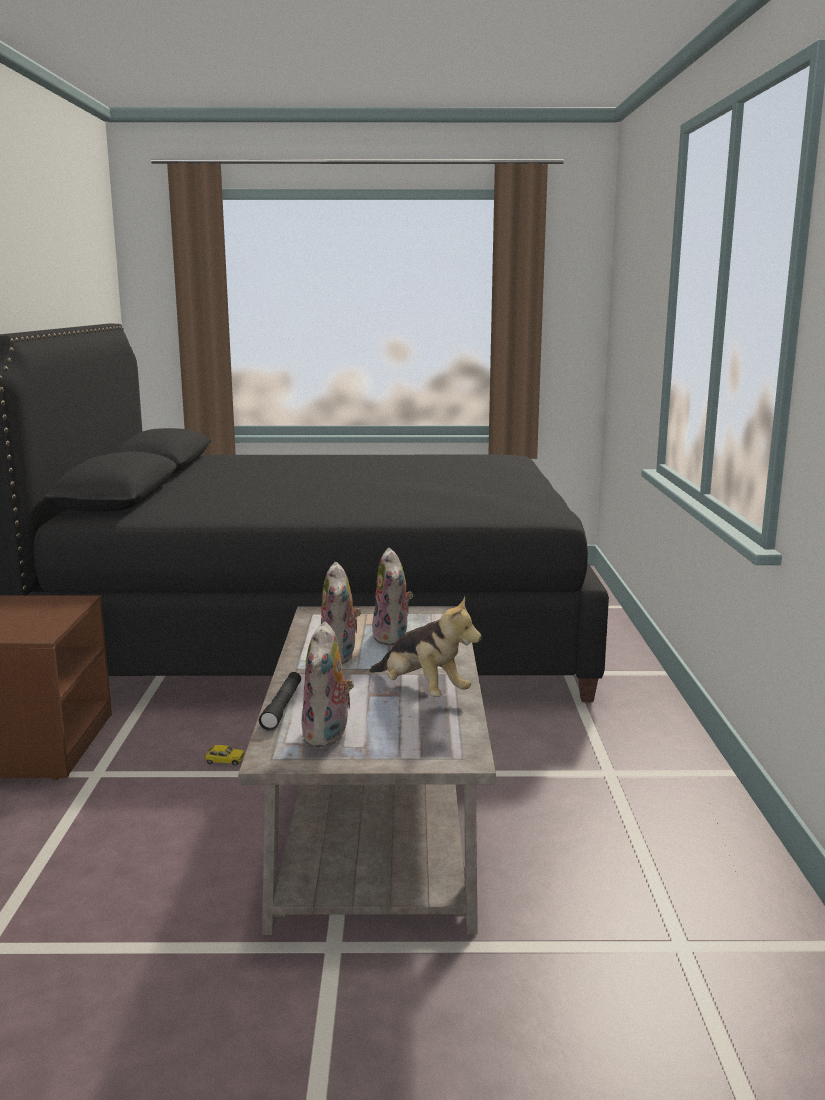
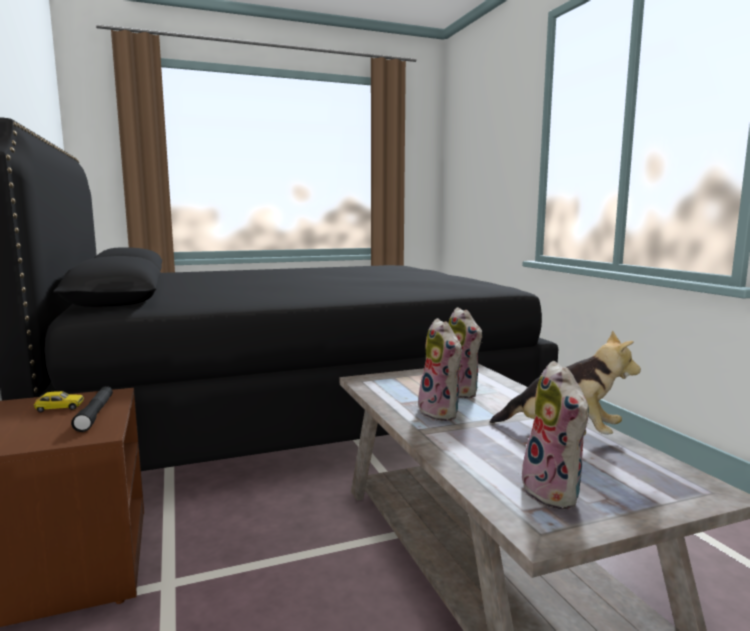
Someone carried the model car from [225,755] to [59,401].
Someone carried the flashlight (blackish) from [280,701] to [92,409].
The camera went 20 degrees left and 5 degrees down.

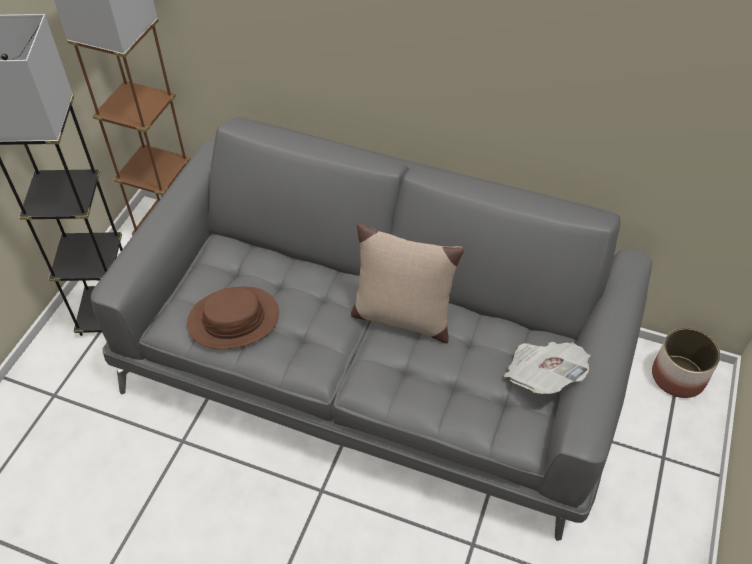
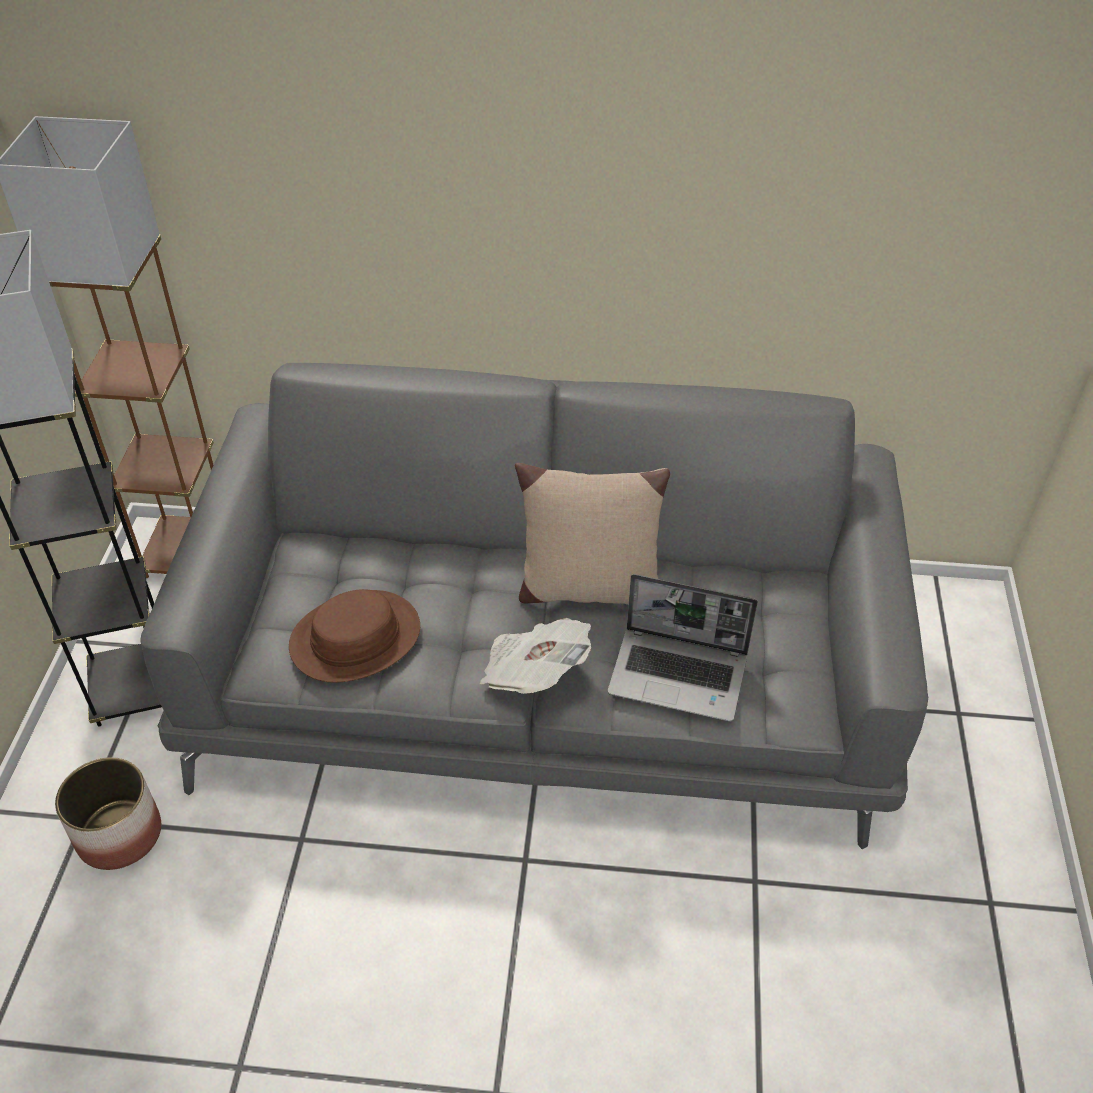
Someone carried the daily paper from [547,368] to [535,656].
Someone carried the planter from [686,363] to [108,813].
Someone put down the laptop at [683,648].
The camera went 15 degrees left and 5 degrees down.

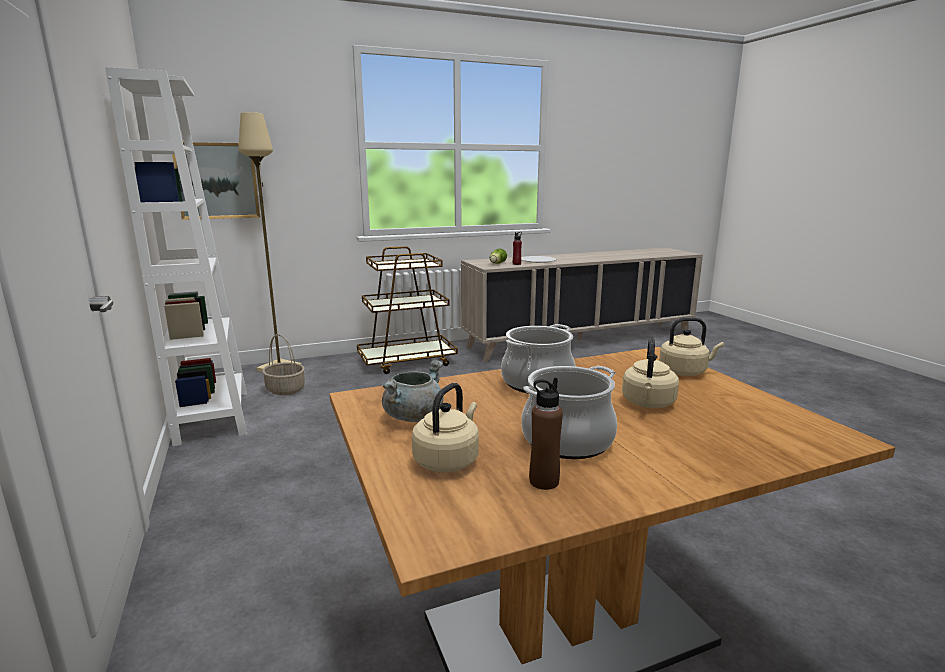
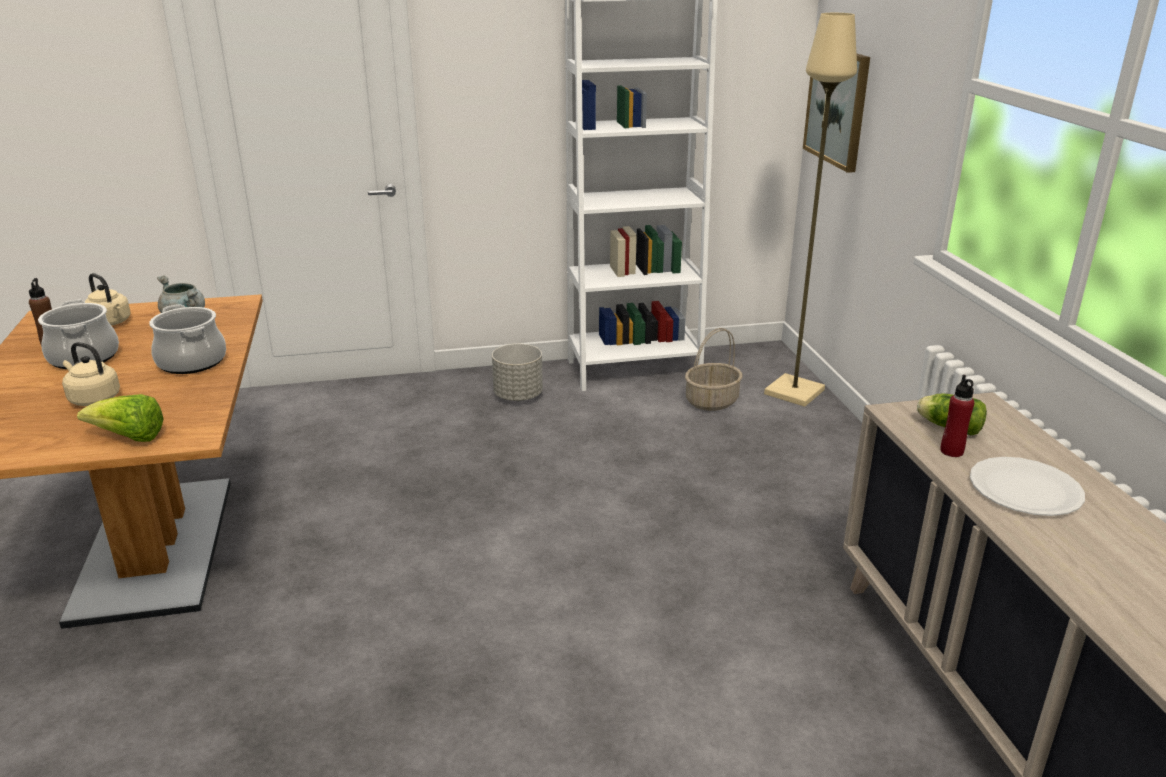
Someone took away the trolley (brown-coloured) at [407,310].
Someone swapped the water kettle (beige-coloured) at [691,346] for the lettuce head at [120,418].
Someone put down the planter (grey) at [517,372].
The camera went 100 degrees right and 10 degrees up.

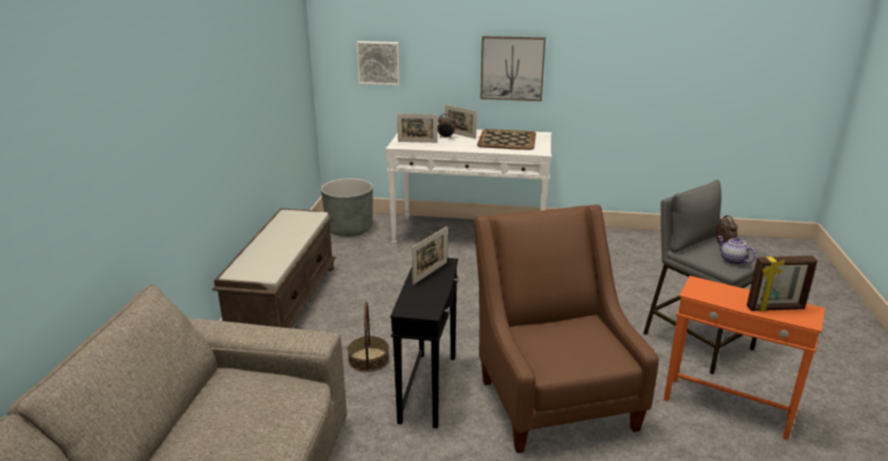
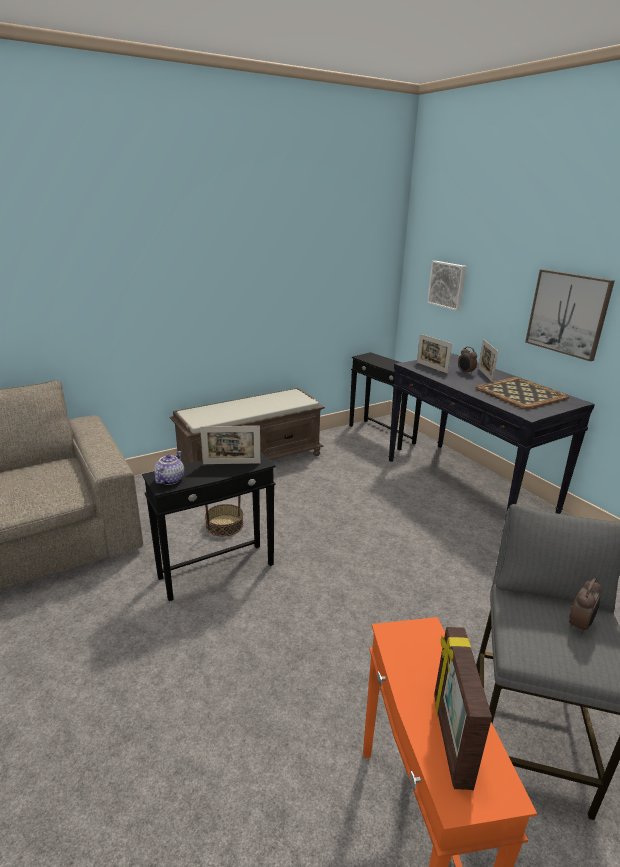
Someone swapped the planter (grey) at [347,207] for the side table (blackish) at [385,401].
Someone repainted the narrow table (white) at [468,187], which became the narrow table (blackish) at [491,442].
Someone took away the easy chair (brown-coloured) at [566,329].
Someone carried the tea pot from [737,250] to [169,468].
Someone rotated the standing frame at [782,284] by 45 degrees clockwise.
The camera went 50 degrees right and 0 degrees up.

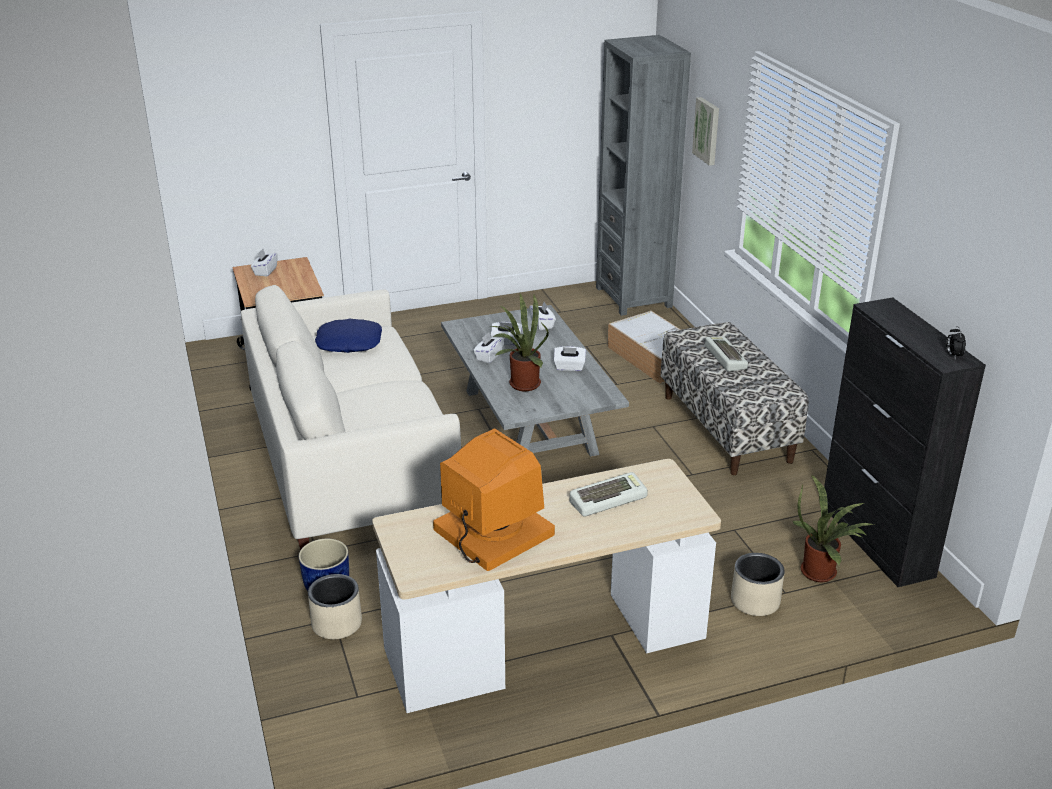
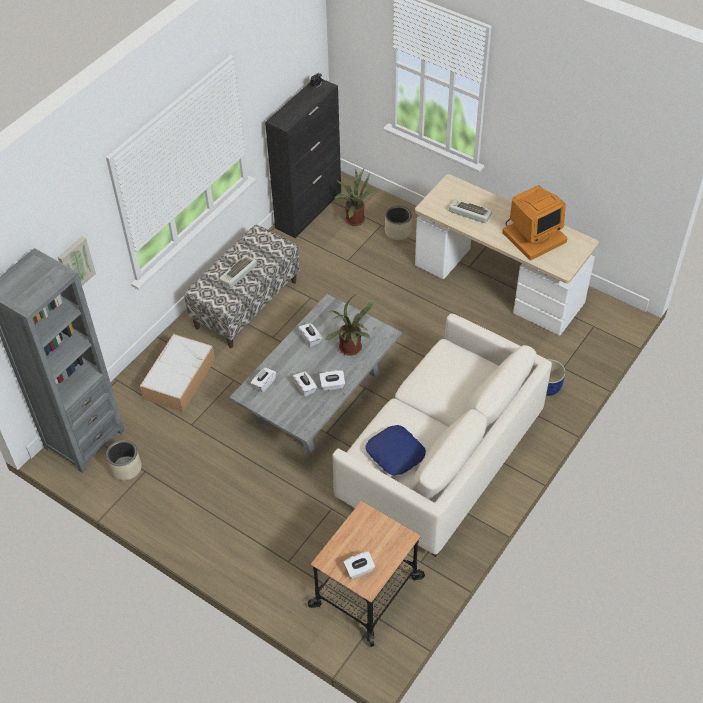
Someone carried the planter (beige-coloured) from [335,606] to [124,460].
Someone rotated the monitor at [494,499] by 135 degrees counterclockwise.
The camera went 125 degrees left and 20 degrees up.

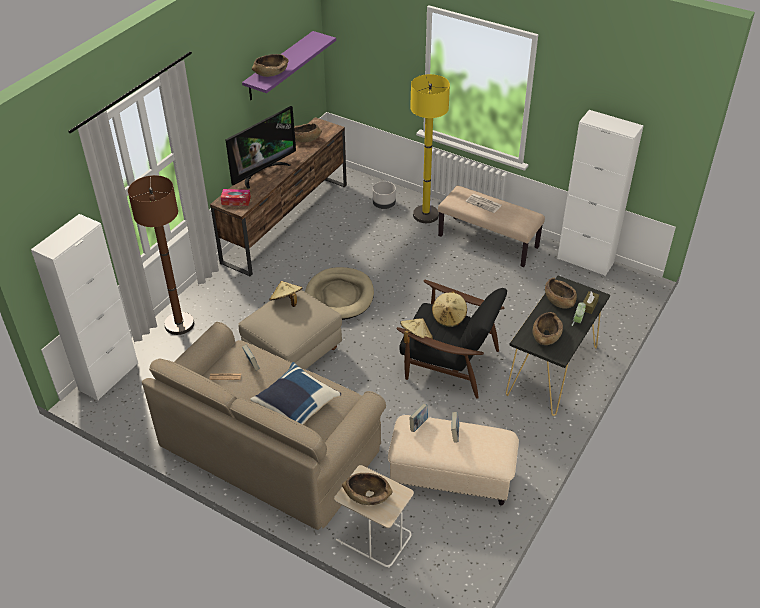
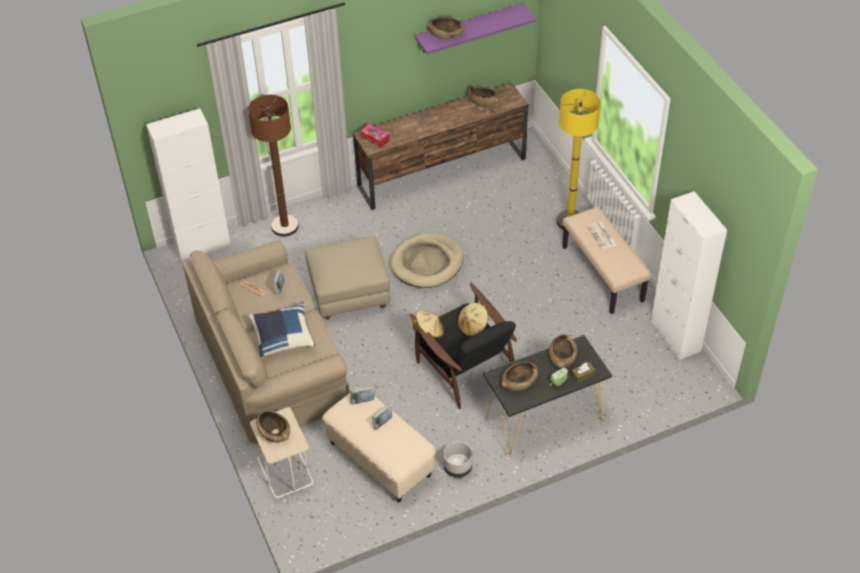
Someone took away the TV set at [260,147].
Someone took away the clothing hat (beige-coloured) at [285,294].
Someone carried the planter (grey) from [384,195] to [457,459].
The camera went 35 degrees right and 5 degrees up.

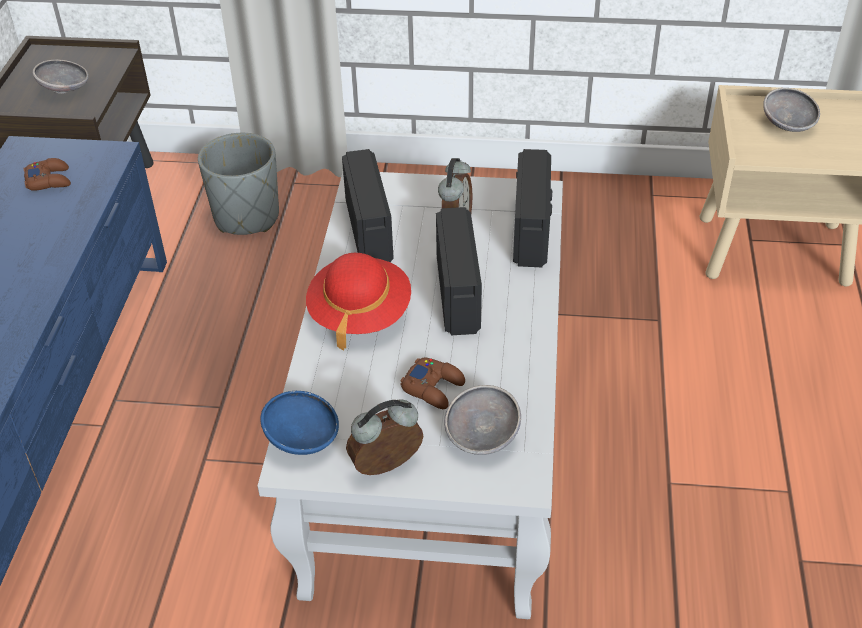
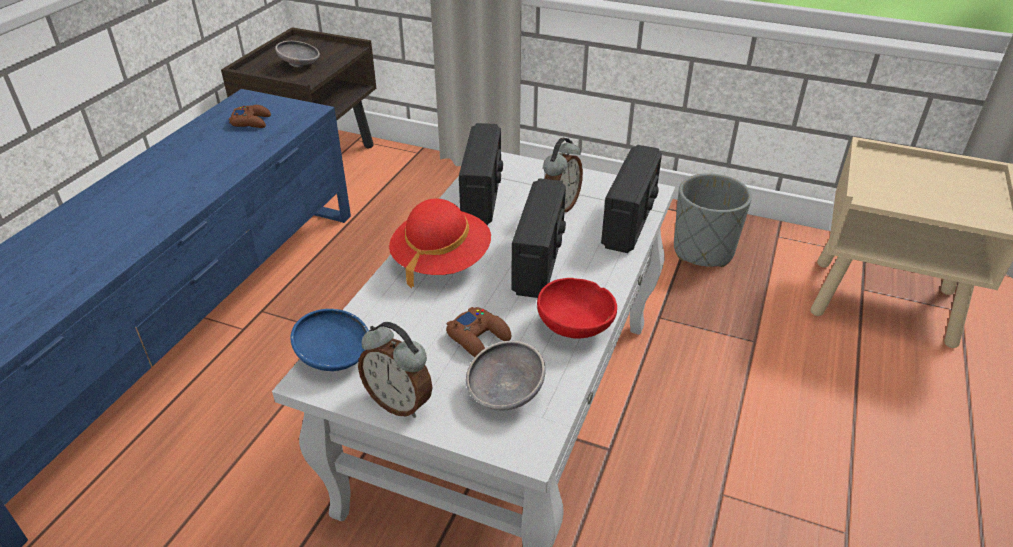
Someone carried the planter (grey) from [238,184] to [713,220].
Someone rotated the table clock at [384,437] by 135 degrees counterclockwise.
Someone took away the deep dish (grey) at [791,110].
Someone put down the deep dish (red) at [577,308].
The camera went 15 degrees right and 5 degrees down.

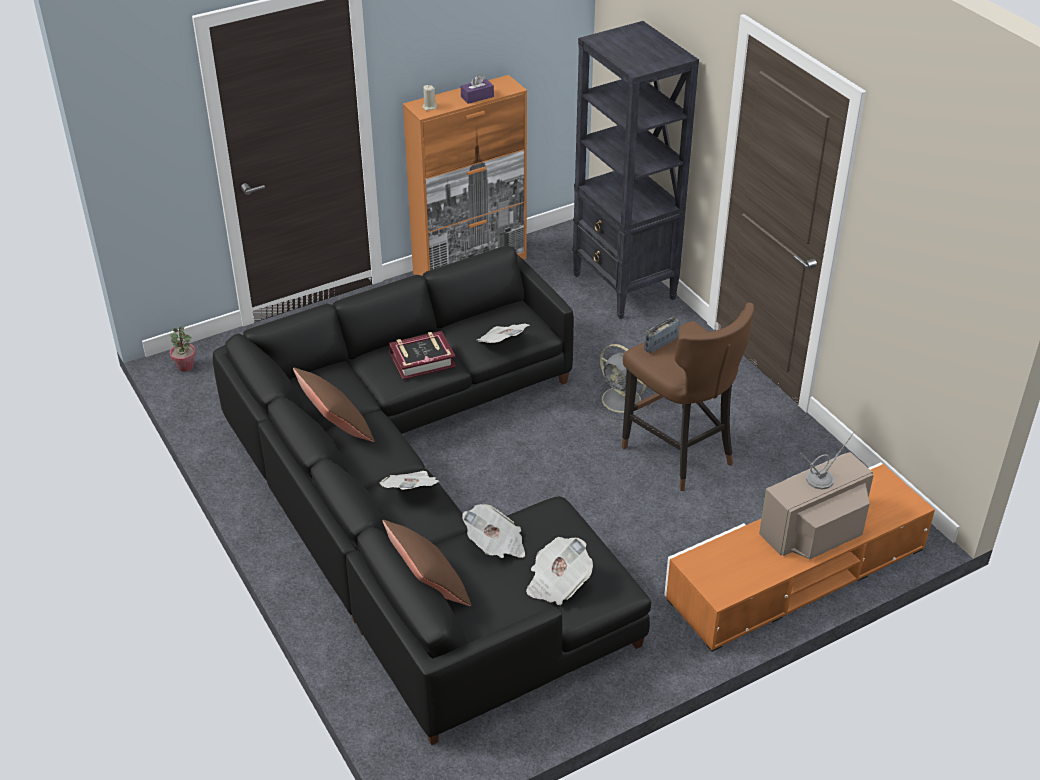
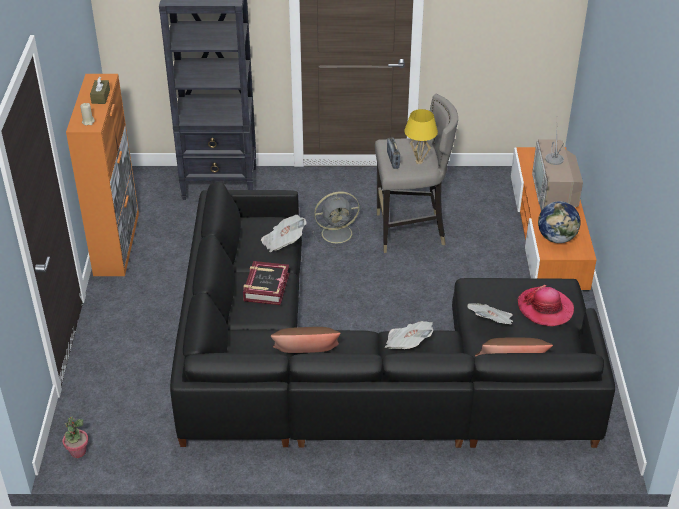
Someone repainted the box of tissues (purplish) at [477,89], which became the box of tissues (brown-coloured) at [100,90].
Someone swapped the daily paper at [559,571] for the clothing hat at [545,305].
Someone repainted the stool seat (brown-coloured) at [688,396], which became the stool seat (grey) at [416,173].
Someone put down the tabletop lamp (yellow) at [421,136].
Someone put down the world globe at [559,222].
The camera went 60 degrees left and 0 degrees up.

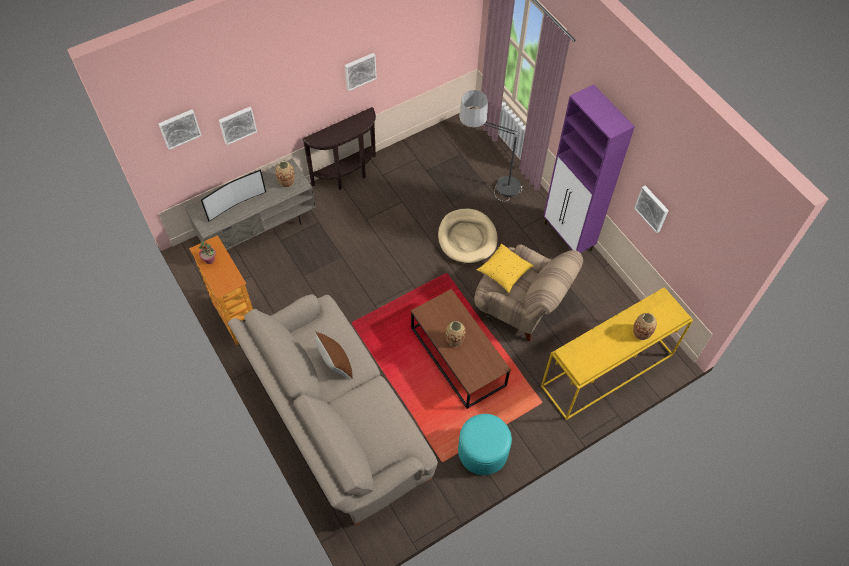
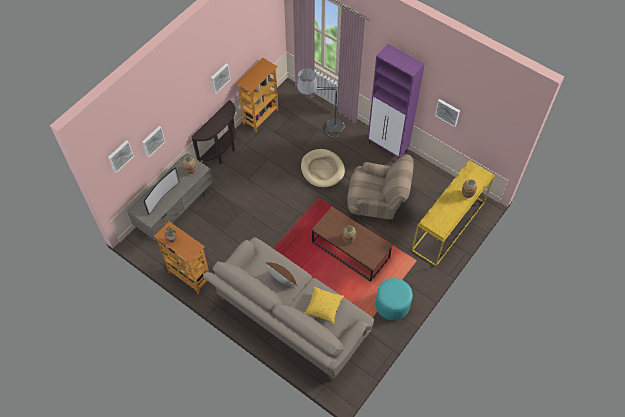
Someone carried the cushion (yellow) from [505,268] to [324,305].
Someone put down the bookcase at [257,95].
The camera went 20 degrees left and 0 degrees up.

